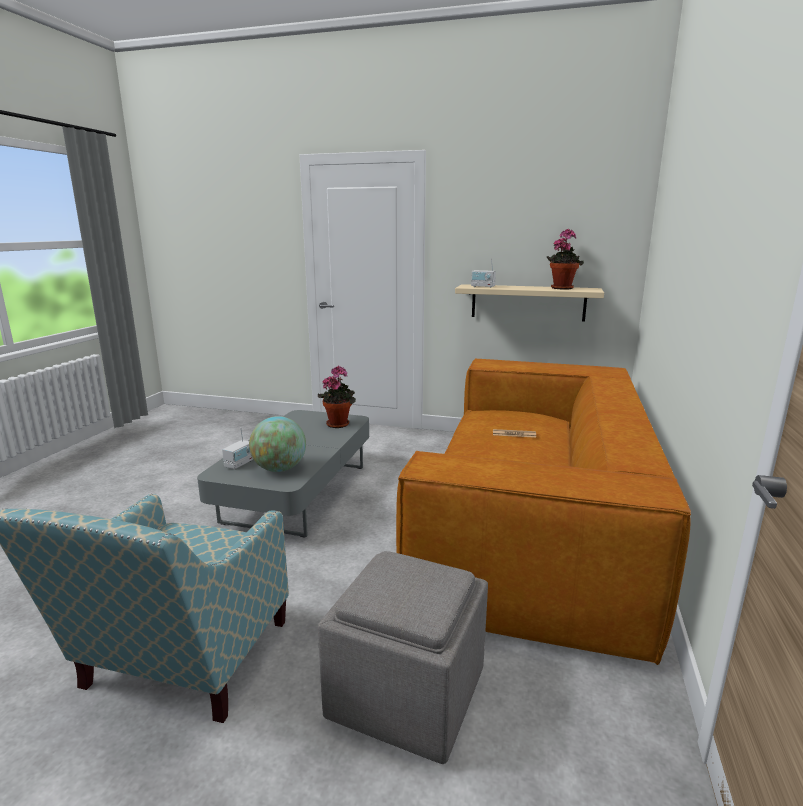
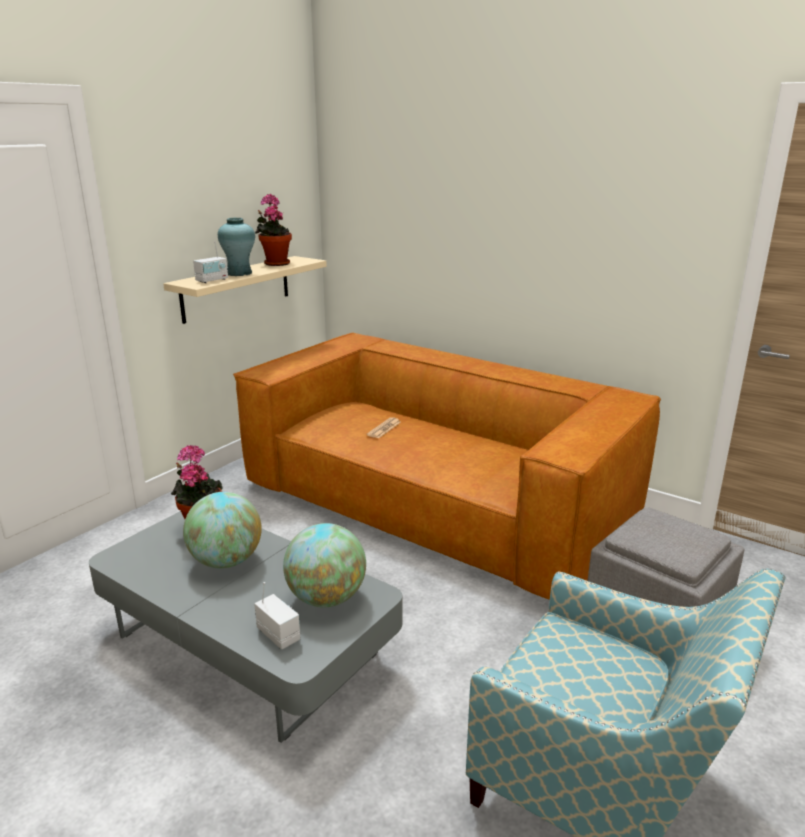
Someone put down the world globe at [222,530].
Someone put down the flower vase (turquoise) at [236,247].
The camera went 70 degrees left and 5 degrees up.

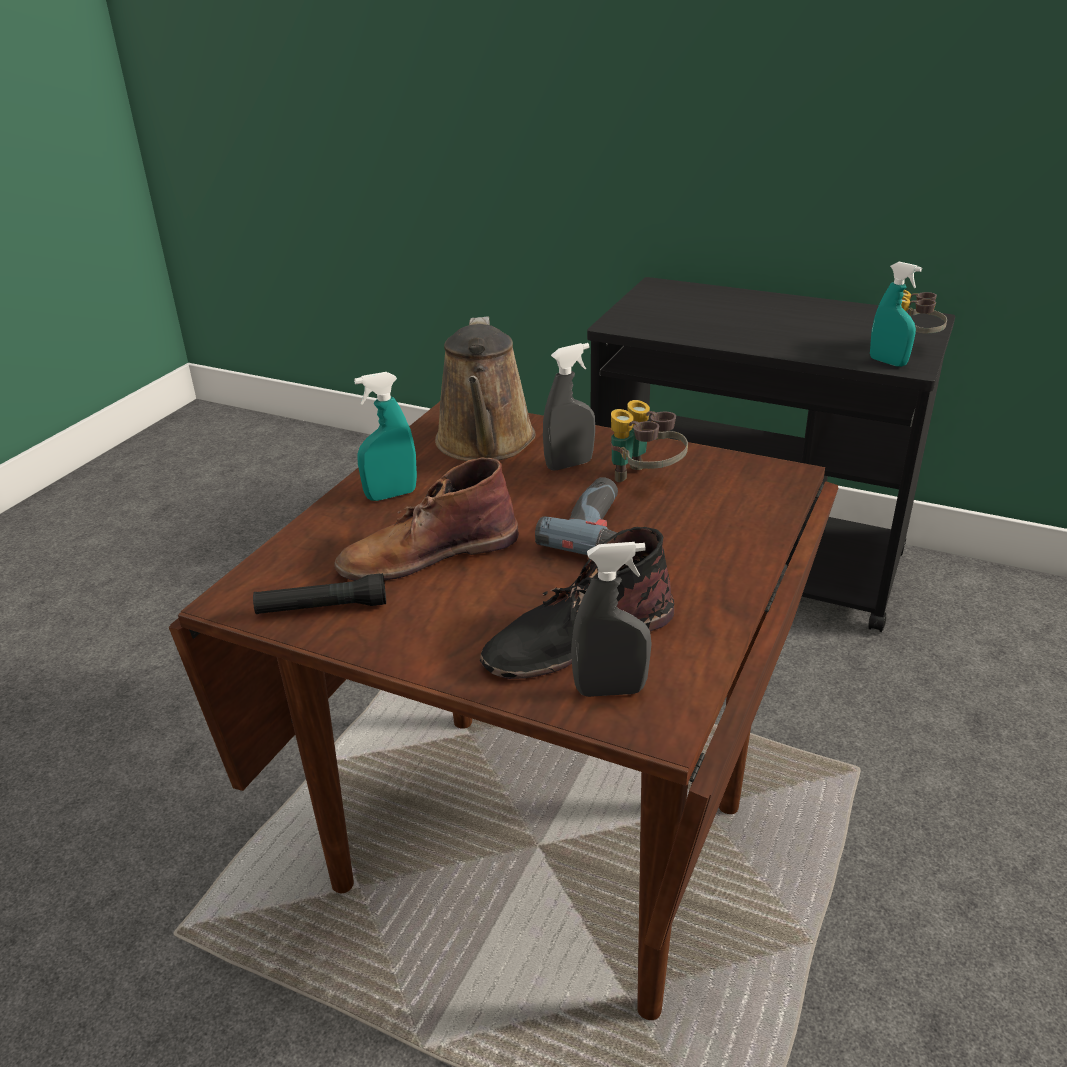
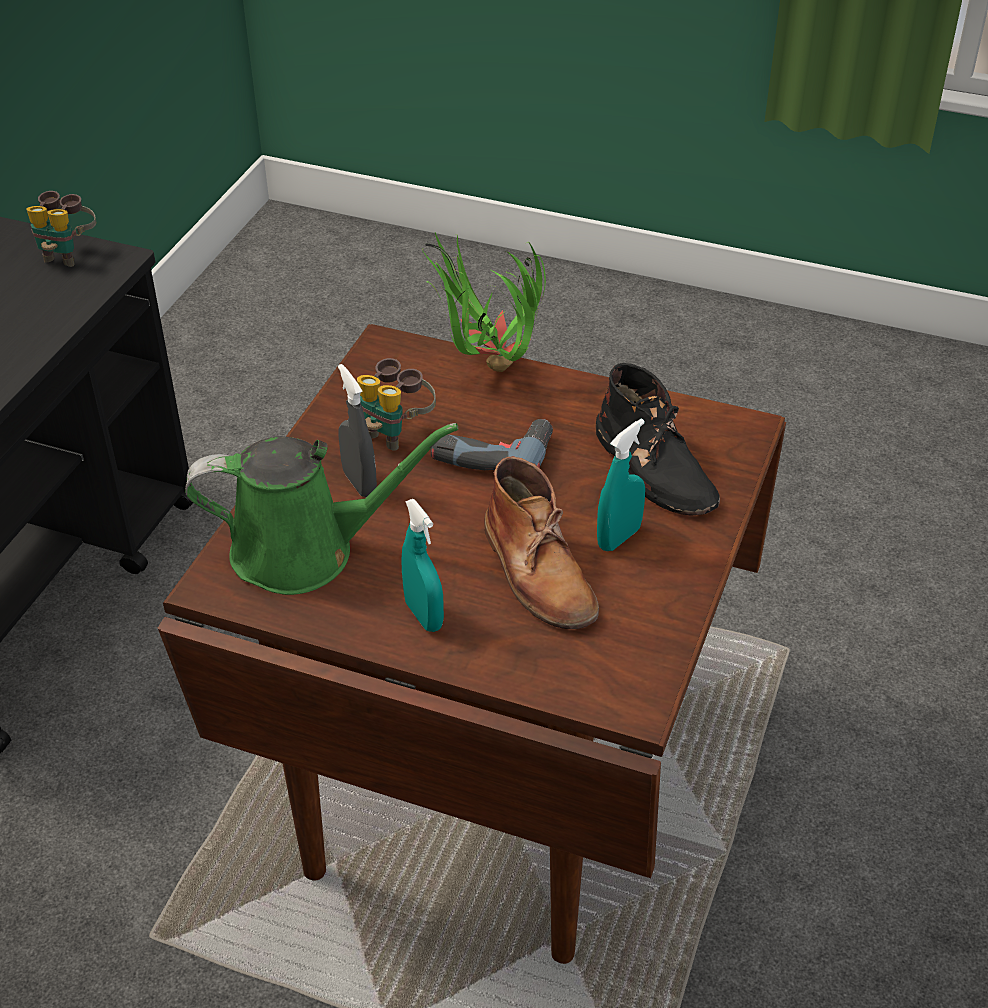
Someone took away the flashlight (blackish) at [319,593].
Someone repainted the watering can (brown-coloured) at [485,388], which became the watering can (green-coloured) at [321,509].
Someone took away the spray bottle (grey) at [611,619].
Someone carried the spray bottle (turquoise) from [896,314] to [621,484].
Someone put down the plant in a pot at [484,302].
The camera went 95 degrees left and 10 degrees up.

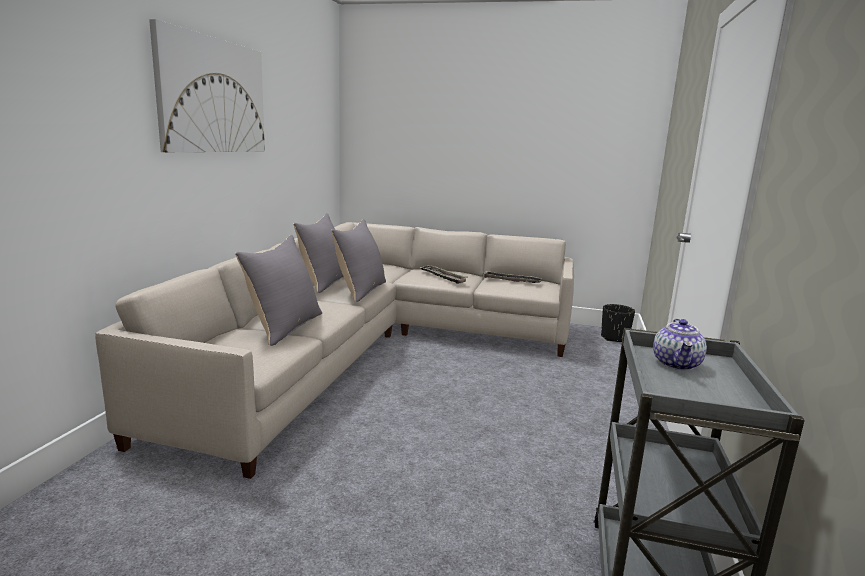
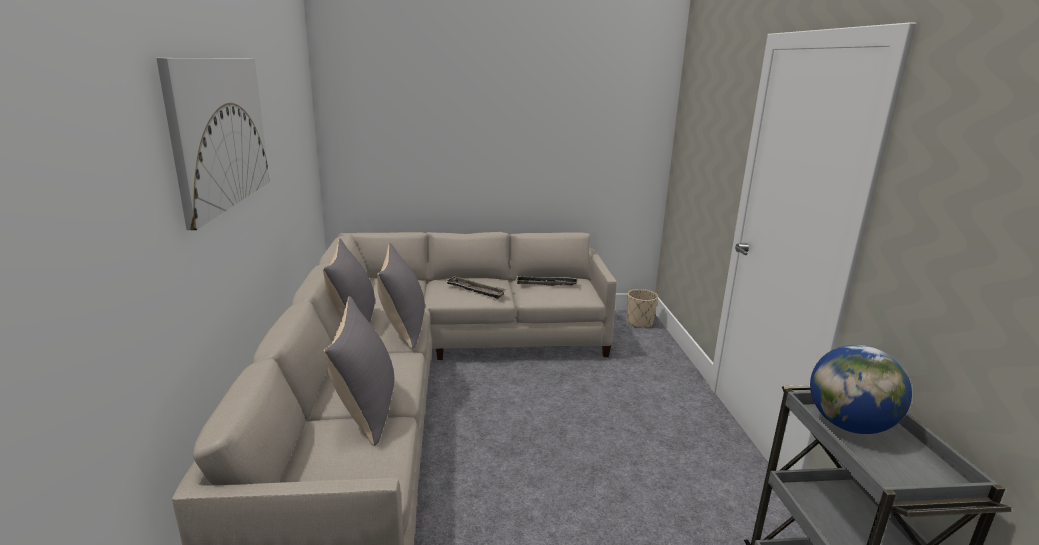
Someone repainted the planter (blackish) at [618,323], which became the planter (beige-coloured) at [642,308].
Someone swapped the tea pot at [680,344] for the world globe at [861,389].
The camera went 20 degrees left and 5 degrees up.

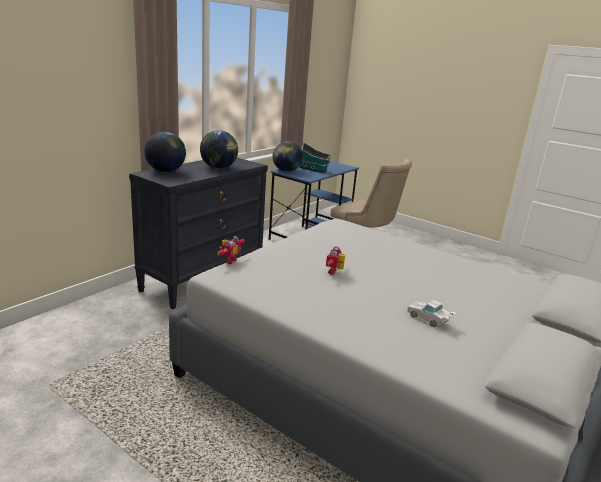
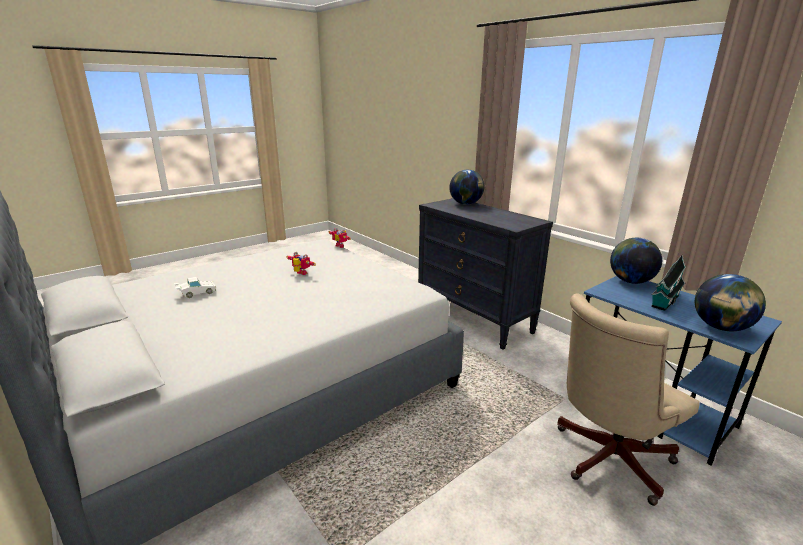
Someone carried the world globe from [219,149] to [730,302].
The camera went 105 degrees right and 0 degrees up.

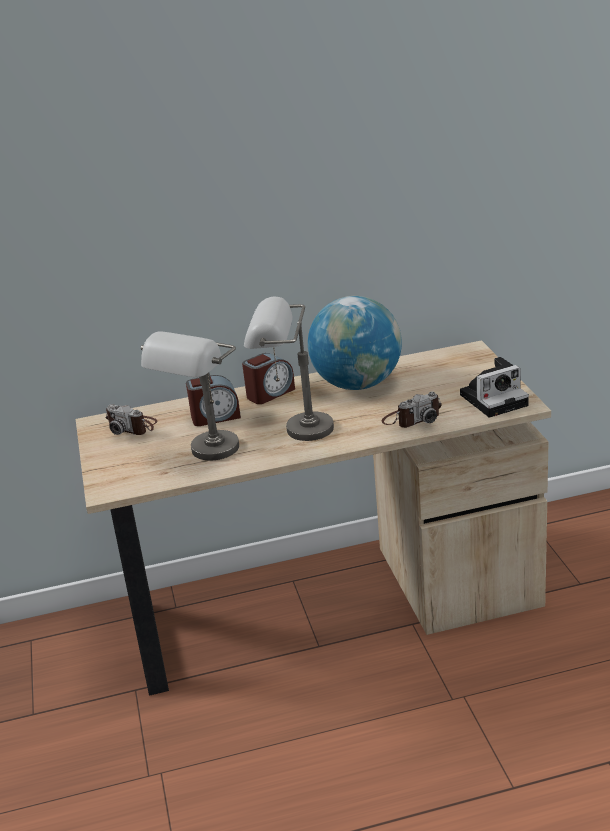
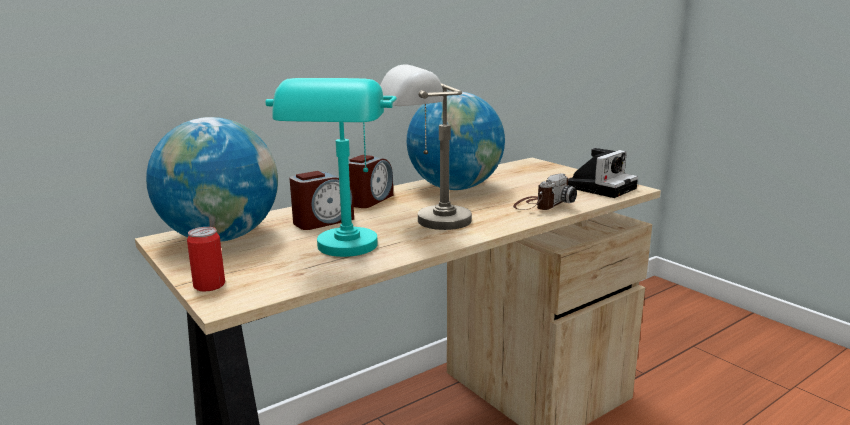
Someone swapped the still camera at [131,419] for the world globe at [212,179].
Someone repainted the tabletop lamp (grey) at [190,396], which became the tabletop lamp (turquoise) at [331,167].
Someone put down the metal can at [206,259].
The camera went 25 degrees left and 10 degrees down.

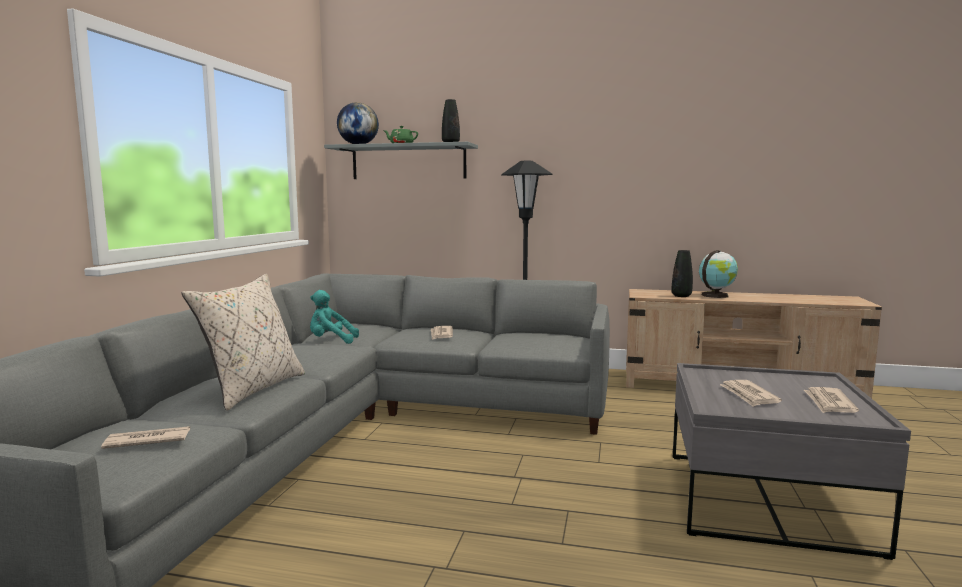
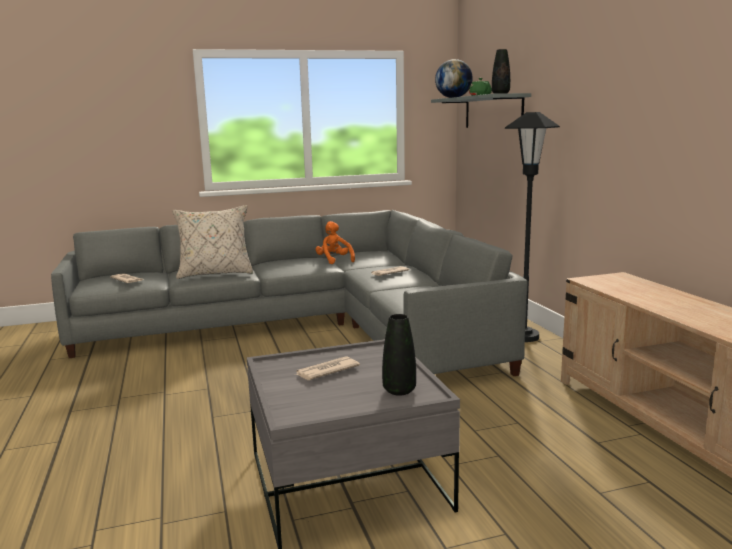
Someone repainted the cuddly toy (turquoise) at [334,317], which became the cuddly toy (orangey) at [335,242].
Someone carried the flower vase (blackish) from [682,273] to [399,355].
Someone took away the world globe at [718,274].
Someone took away the daily paper at [831,400].
The camera went 60 degrees right and 5 degrees up.

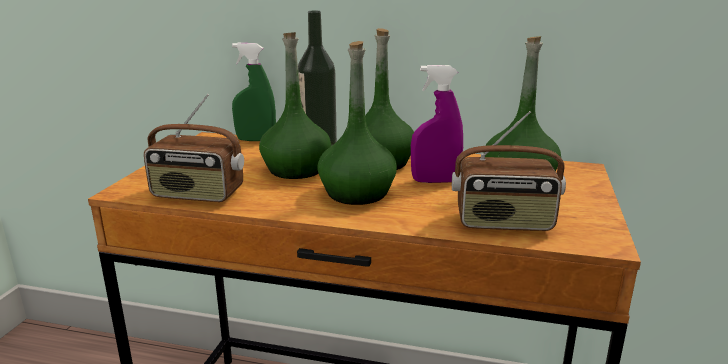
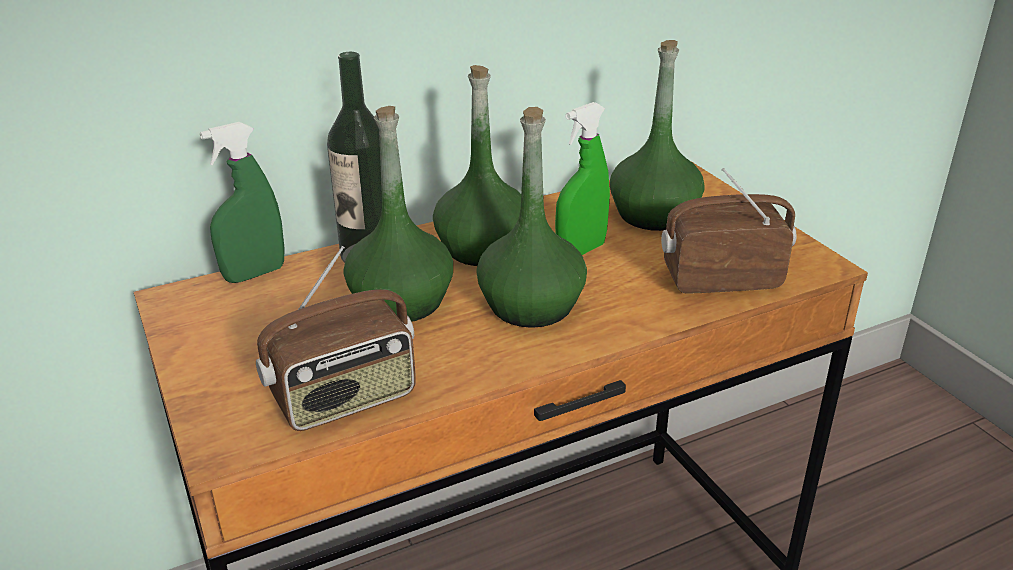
Someone repainted the spray bottle (purplish) at [437,124], which became the spray bottle (green-coloured) at [582,178].
Someone rotated the radio set at [509,171] by 150 degrees counterclockwise.
The camera went 40 degrees left and 10 degrees up.

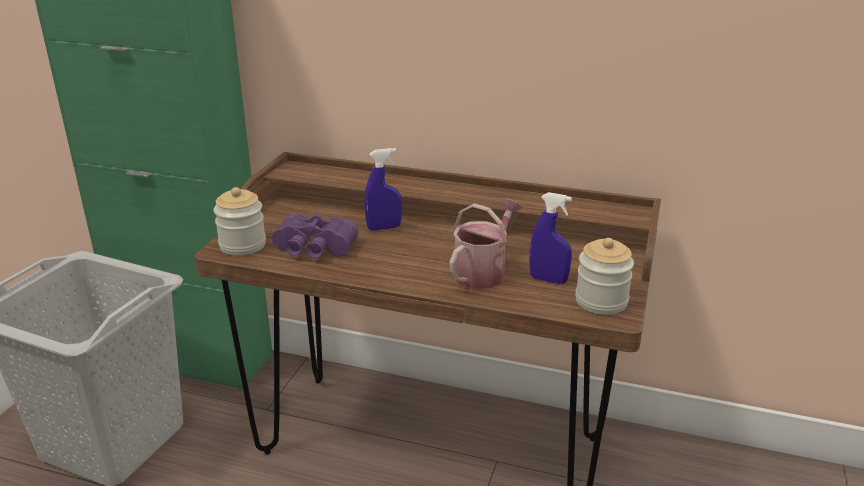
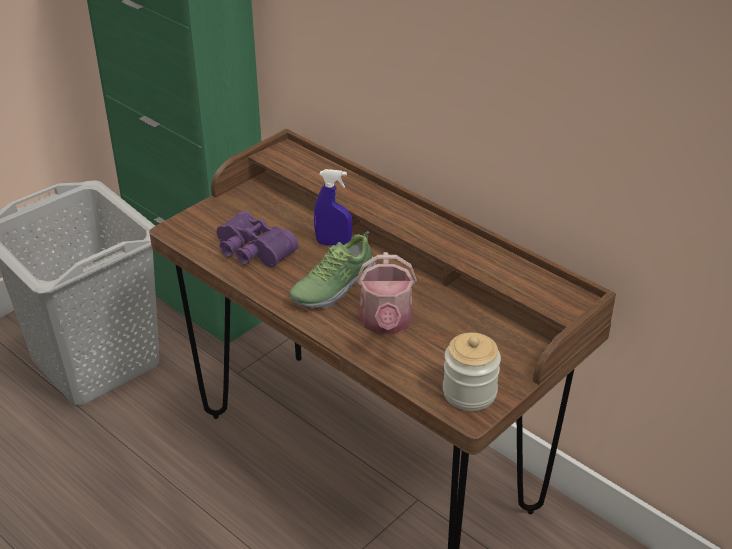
Someone took away the storage jar at [240,221].
Someone rotated the watering can at [486,243] by 120 degrees clockwise.
Someone took away the spray bottle (blue-coloured) at [551,238].
Someone put down the low shoe at [332,269].
The camera went 25 degrees right and 10 degrees up.

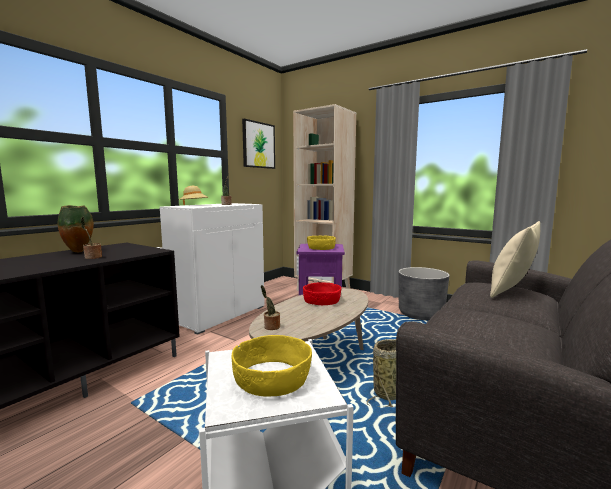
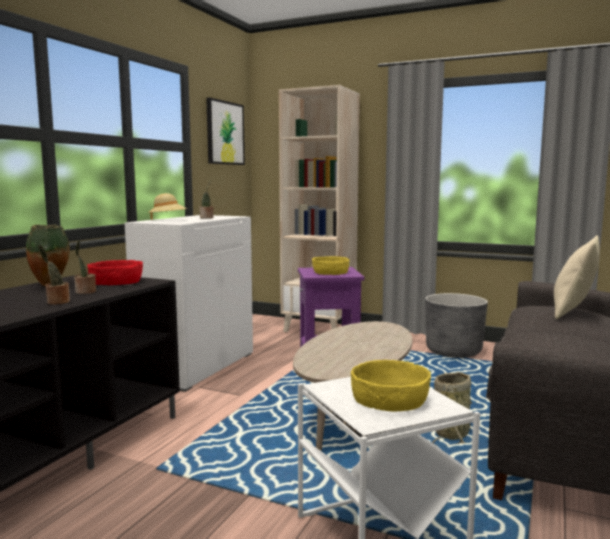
Someone carried the plant in a pot from [270,307] to [54,275].
Someone carried the deep dish (red) from [322,293] to [115,272].
The camera went 10 degrees left and 0 degrees up.

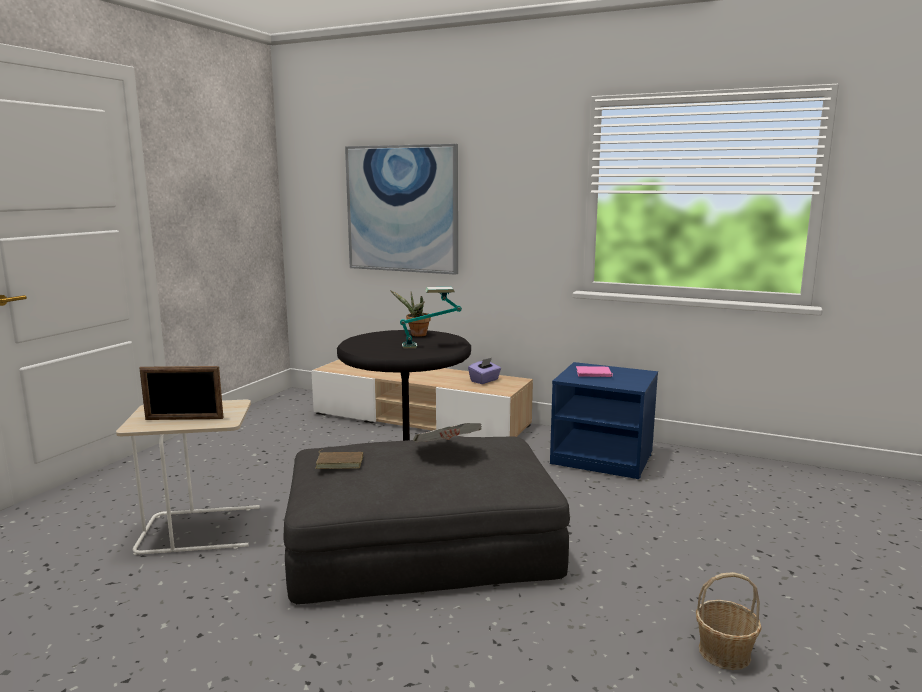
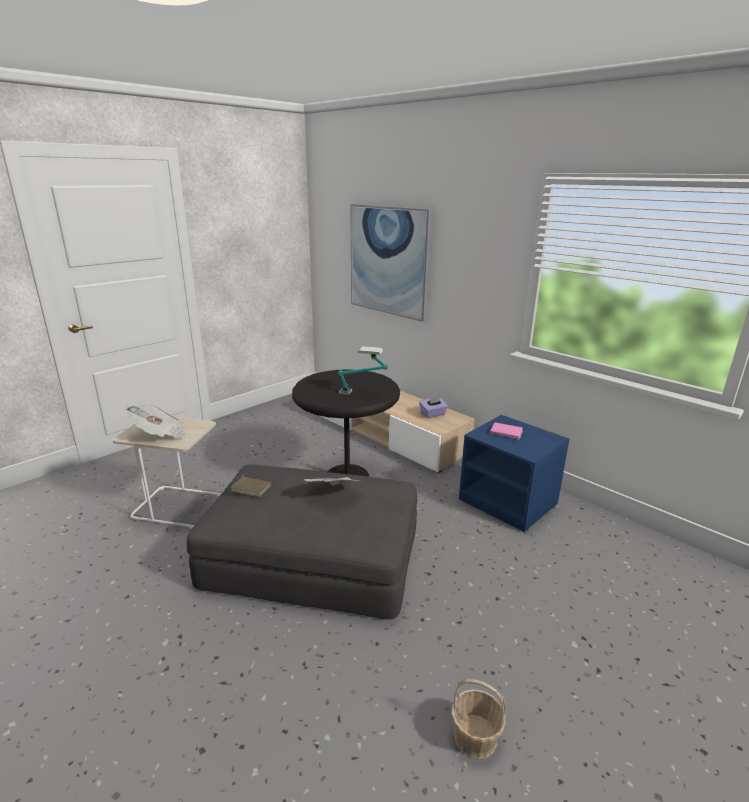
Someone swapped the standing frame at [181,393] for the daily paper at [155,421].
Someone took away the plant in a pot at [410,313].
The camera went 20 degrees right and 10 degrees up.

